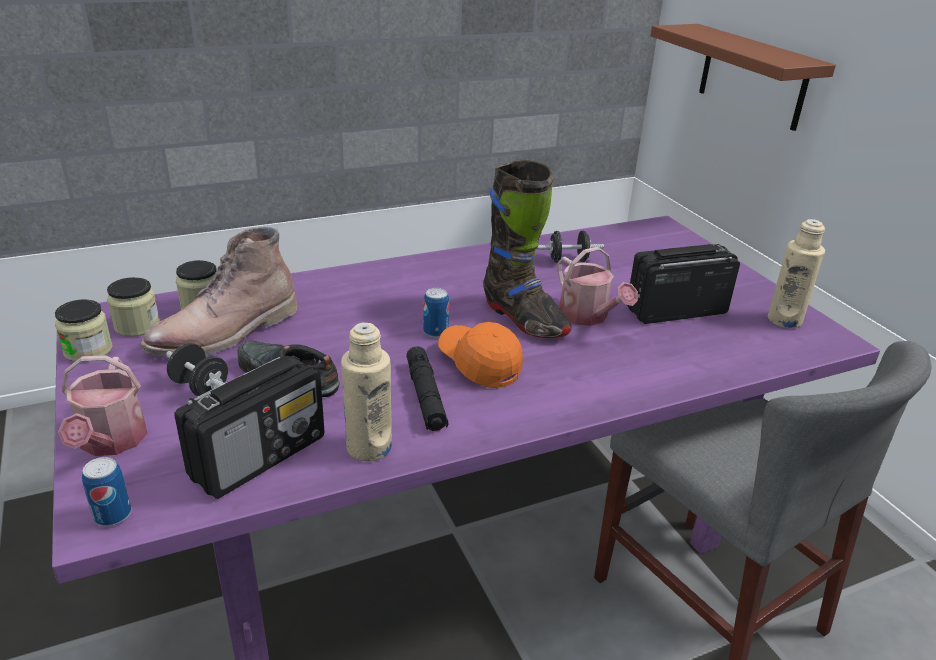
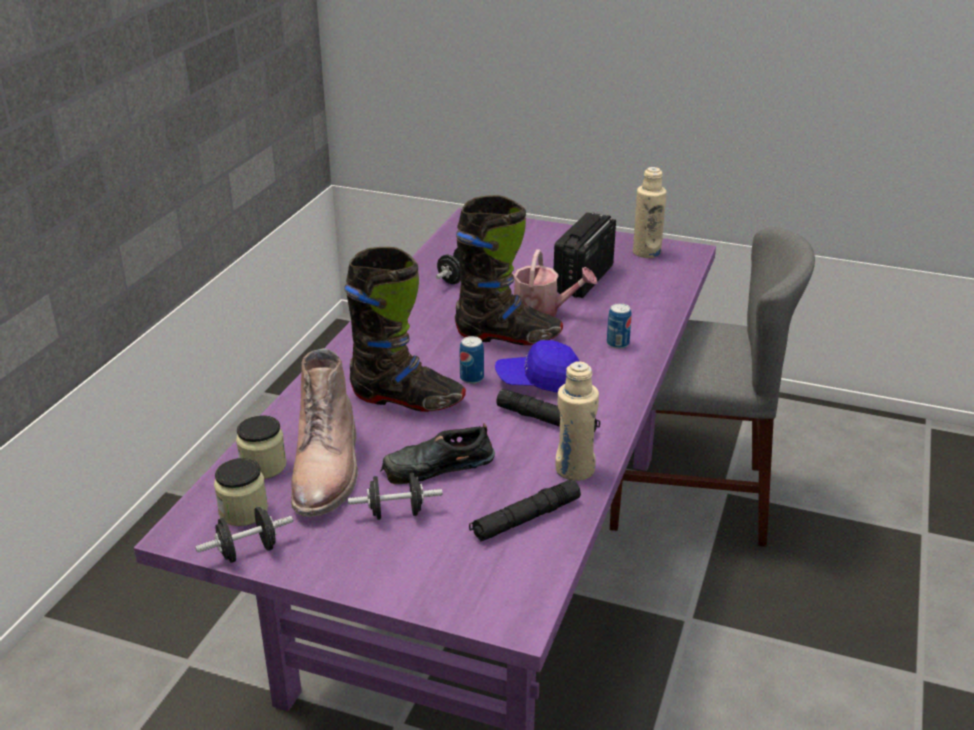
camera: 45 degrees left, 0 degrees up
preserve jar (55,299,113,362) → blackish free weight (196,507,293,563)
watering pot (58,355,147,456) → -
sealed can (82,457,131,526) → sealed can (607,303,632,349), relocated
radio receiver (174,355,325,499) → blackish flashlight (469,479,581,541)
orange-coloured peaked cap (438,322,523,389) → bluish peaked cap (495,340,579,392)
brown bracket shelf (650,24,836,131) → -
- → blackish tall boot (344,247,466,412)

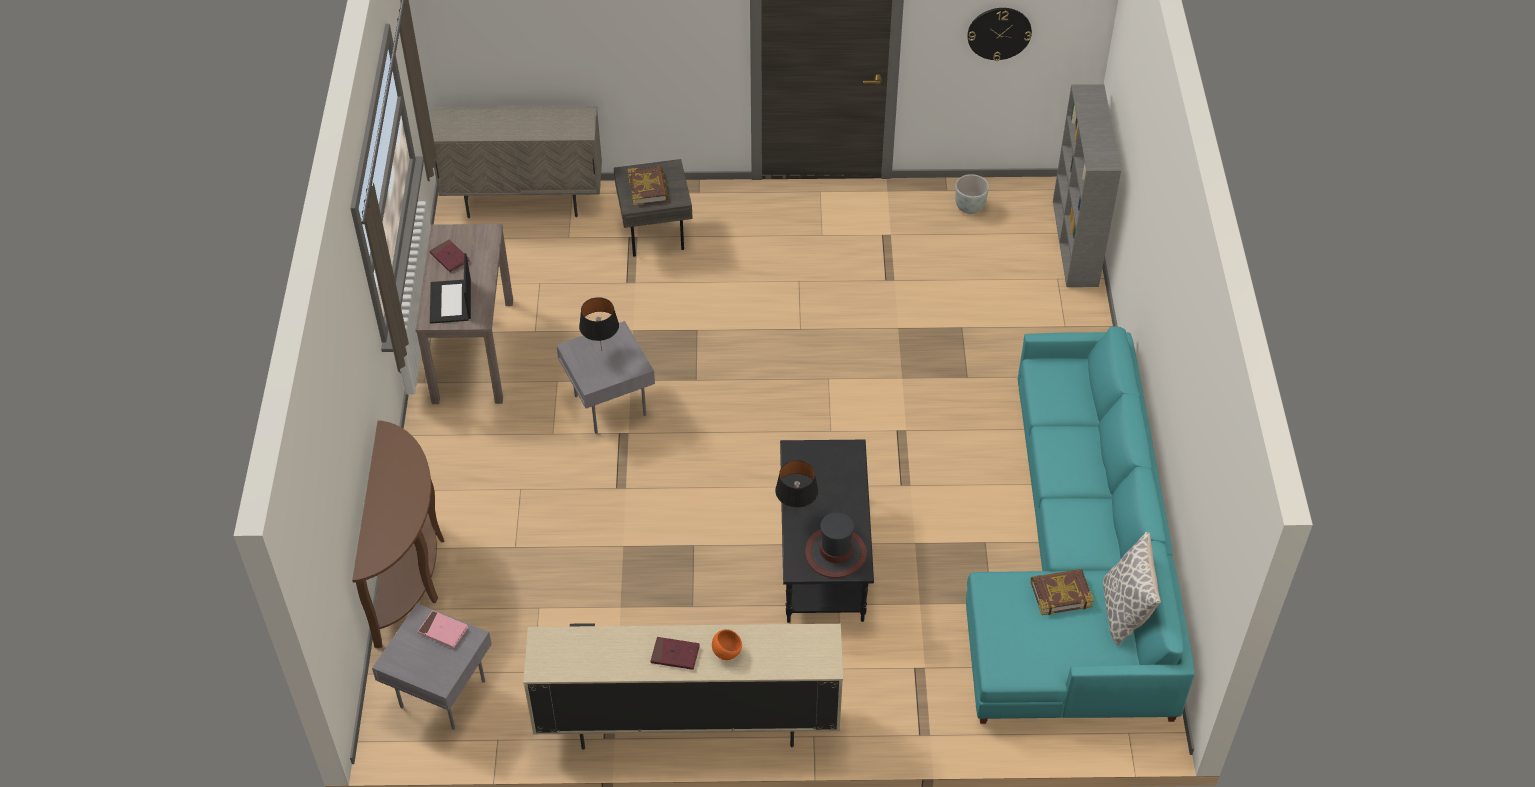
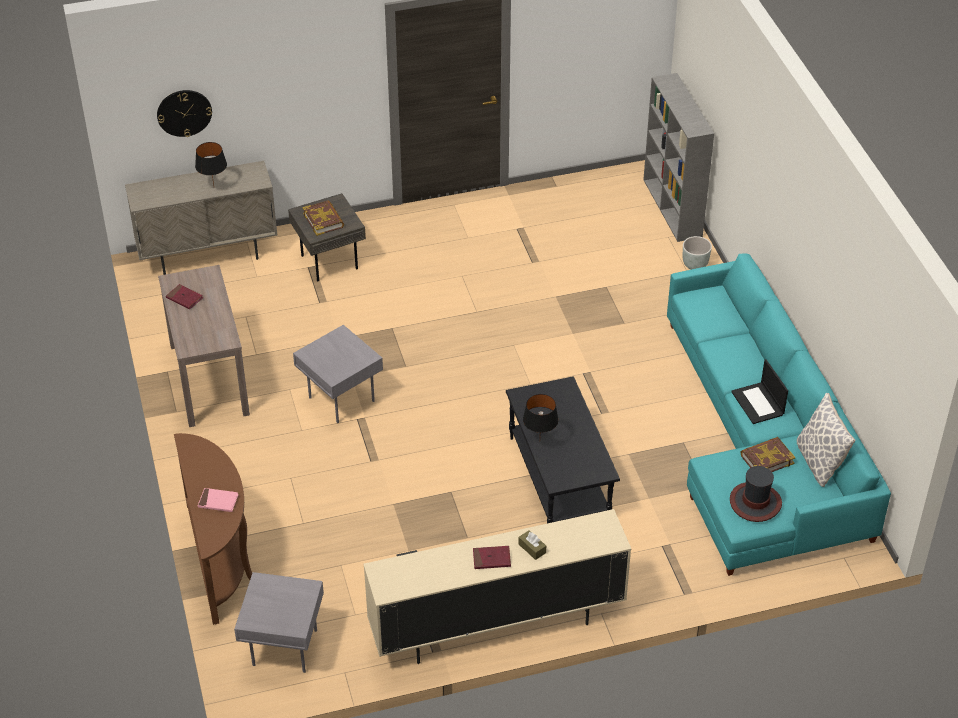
camera: 15 degrees left, 5 degrees down
pink book (418,610,468,648) → pink book (198,488,239,512), relocated
laptop (430,253,471,324) → laptop (731,359,788,424), relocated
blackish lamp for a table (579,297,619,350) → blackish lamp for a table (195,142,227,185), relocated
orange-coloured serving bowl (712,629,742,660) → brown box of tissues (518,530,546,560)
clothing hat (805,512,867,578) → clothing hat (730,466,782,522), relocated
grey planter (955,174,989,214) → grey planter (683,236,712,269), relocated
clock on the wall (967,8,1032,61) → clock on the wall (157,90,212,137), relocated

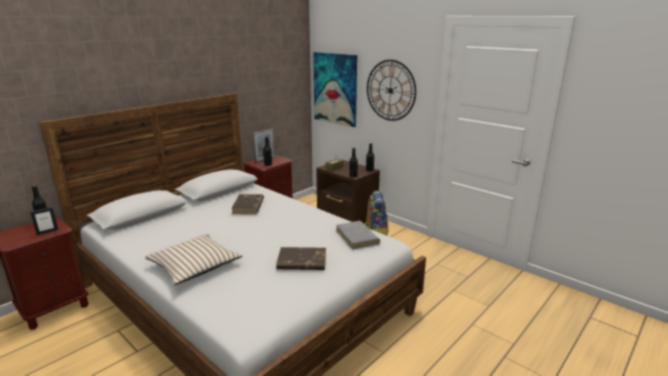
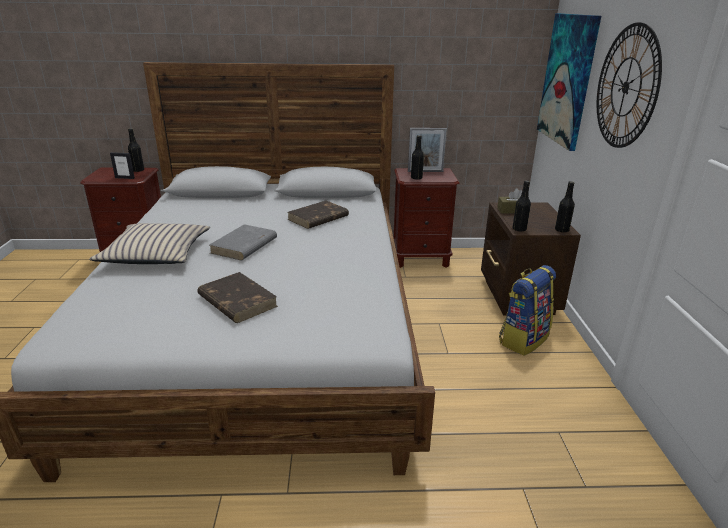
camera: 45 degrees right, 5 degrees up
grey book (336,221,380,250) → grey book (209,224,277,260), relocated

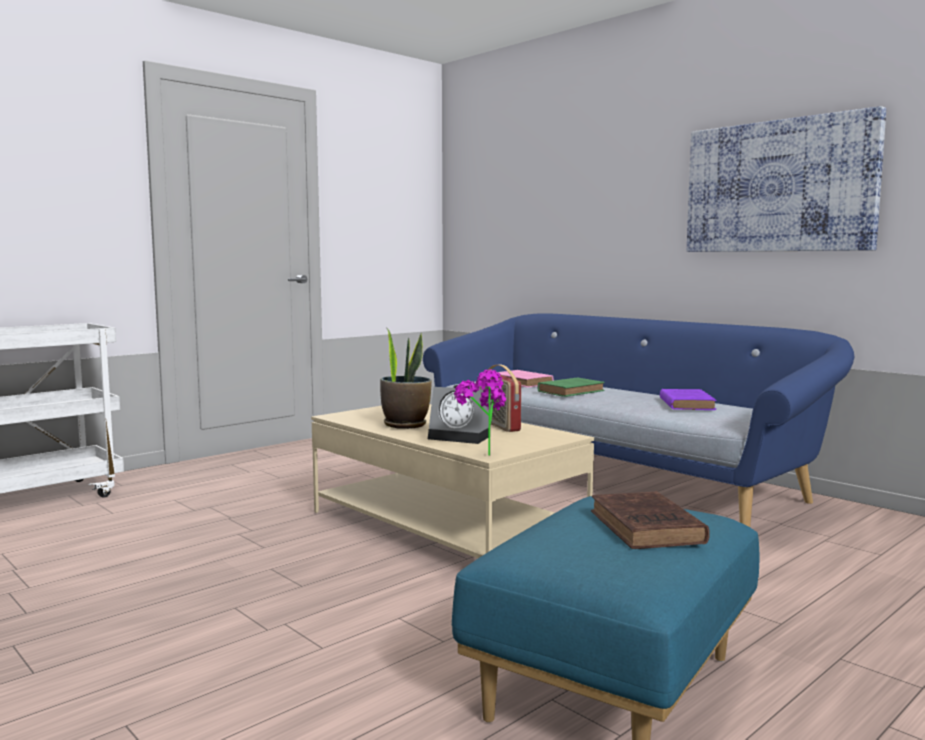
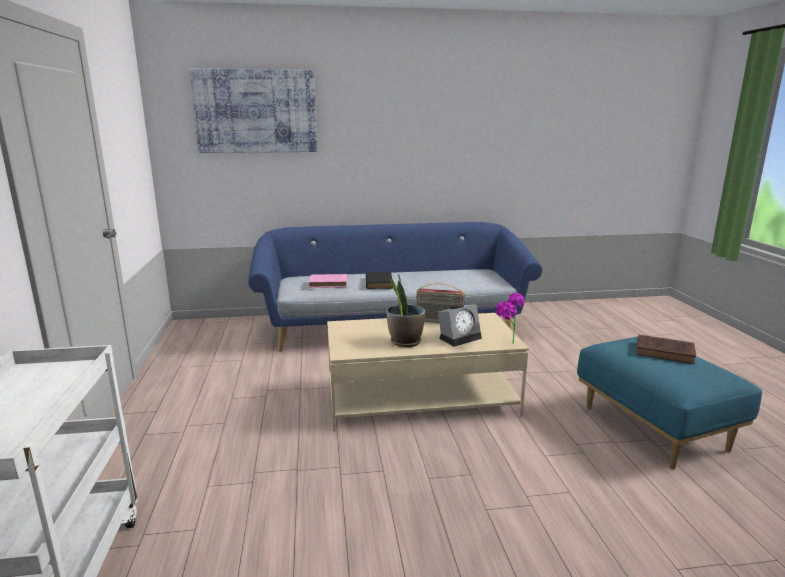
camera: 55 degrees left, 10 degrees up
green book (538,377,604,397) → blackish book (366,272,393,289)
purple-coloured book (660,389,716,410) → -
wall picture (687,106,886,252) → wall picture (190,69,317,153), relocated

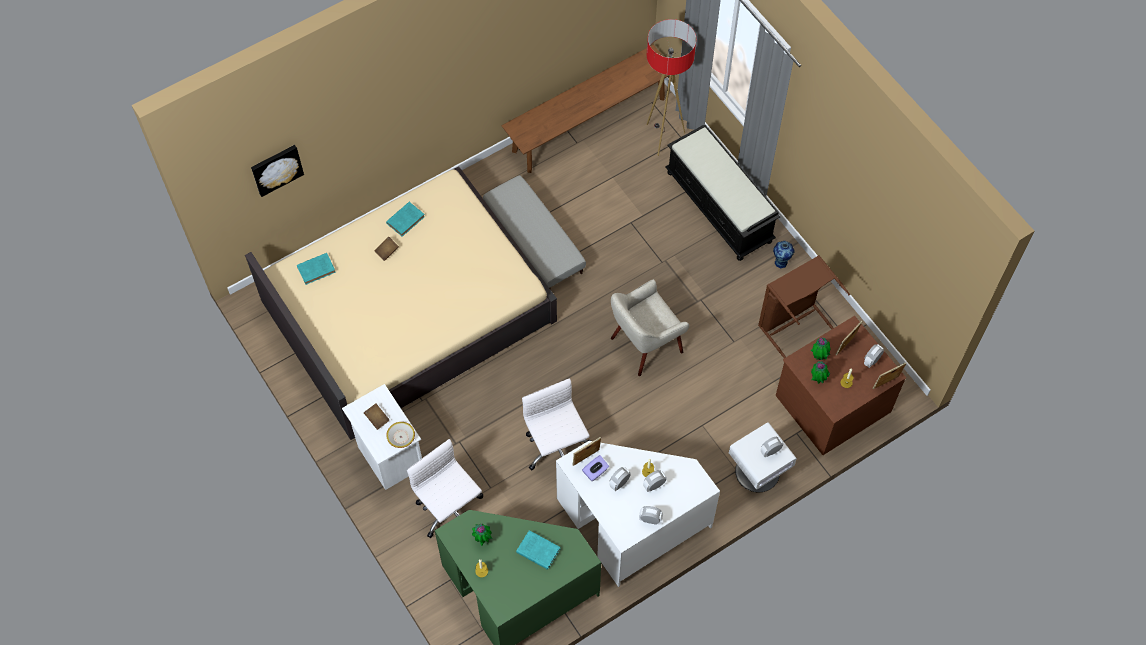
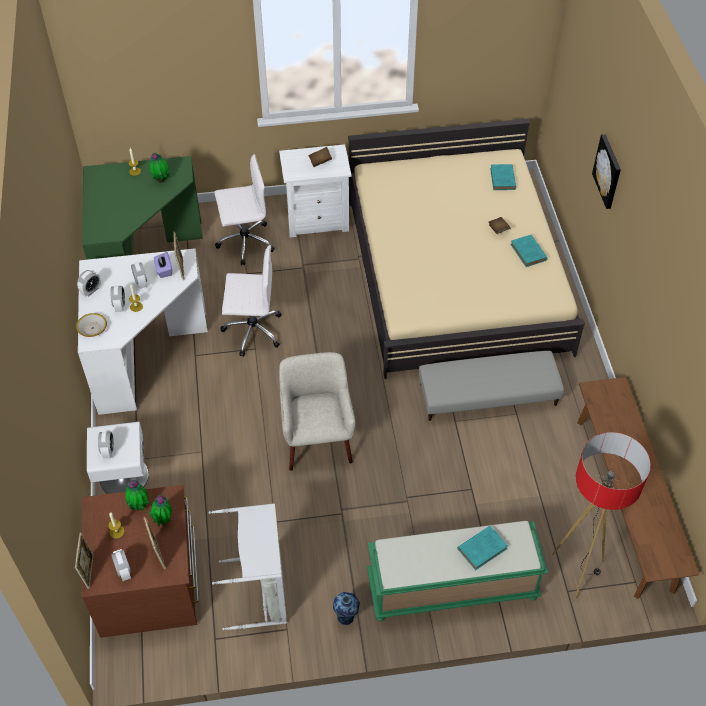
camera: 115 degrees right, 10 degrees down
wall picture (251,145,304,197) → wall picture (592,134,621,209), relocated
serving bowl (386,422,415,448) → serving bowl (76,313,107,337), relocated
turquoise book (516,530,560,570) → turquoise book (458,526,508,570), relocated
blackish indoor bench (666,125,780,261) → green indoor bench (367,521,548,621)
brown washing basket (758,255,850,358) → grey washing basket (208,503,287,630)

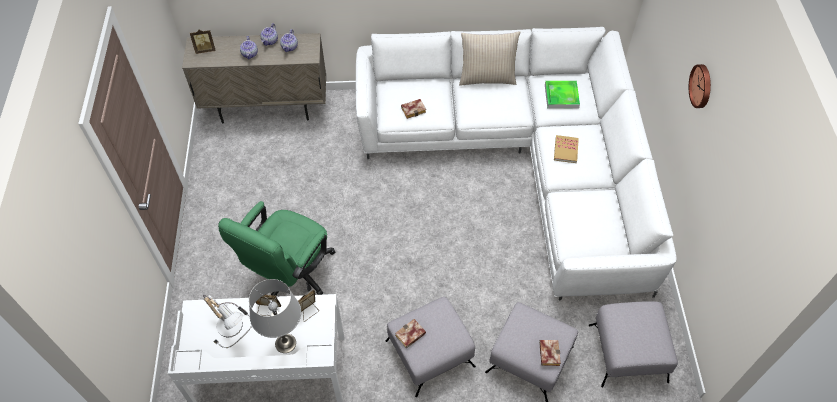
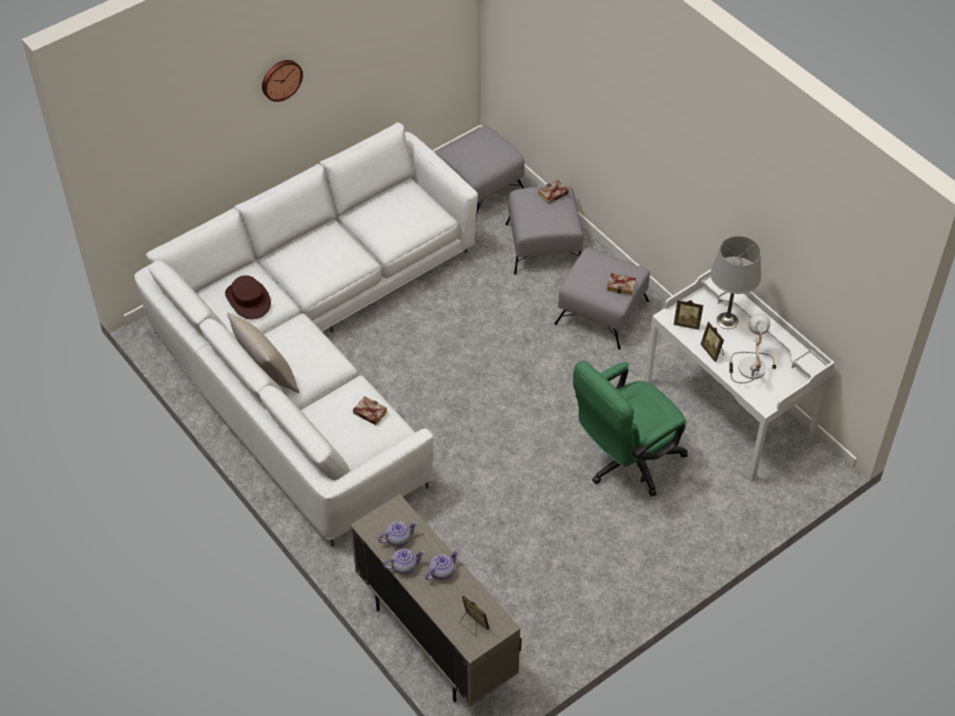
camera: 125 degrees left, 5 degrees down
green computer chair (218,201,336,296) → green computer chair (573,361,688,497), 150 degrees clockwise
carrying tray (545,81,580,109) → brown clothing hat (225,275,271,319)
book (554,135,579,163) → -

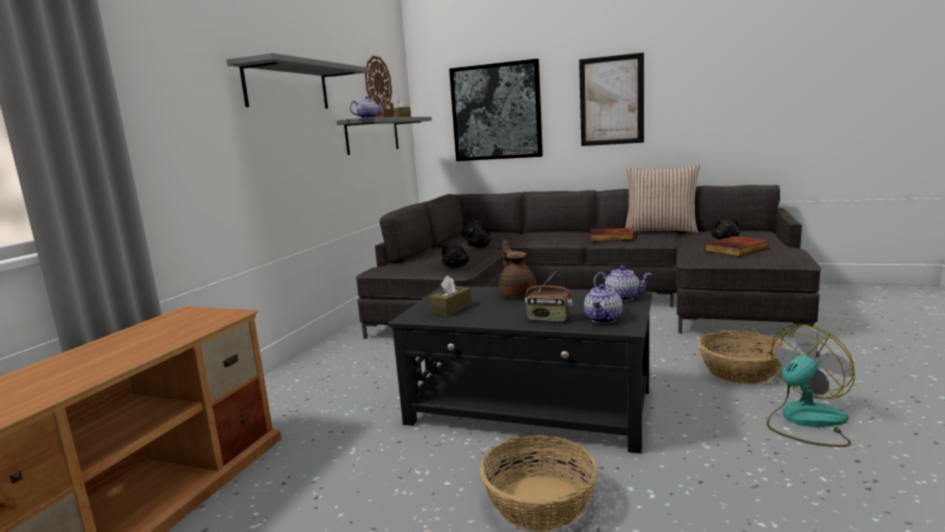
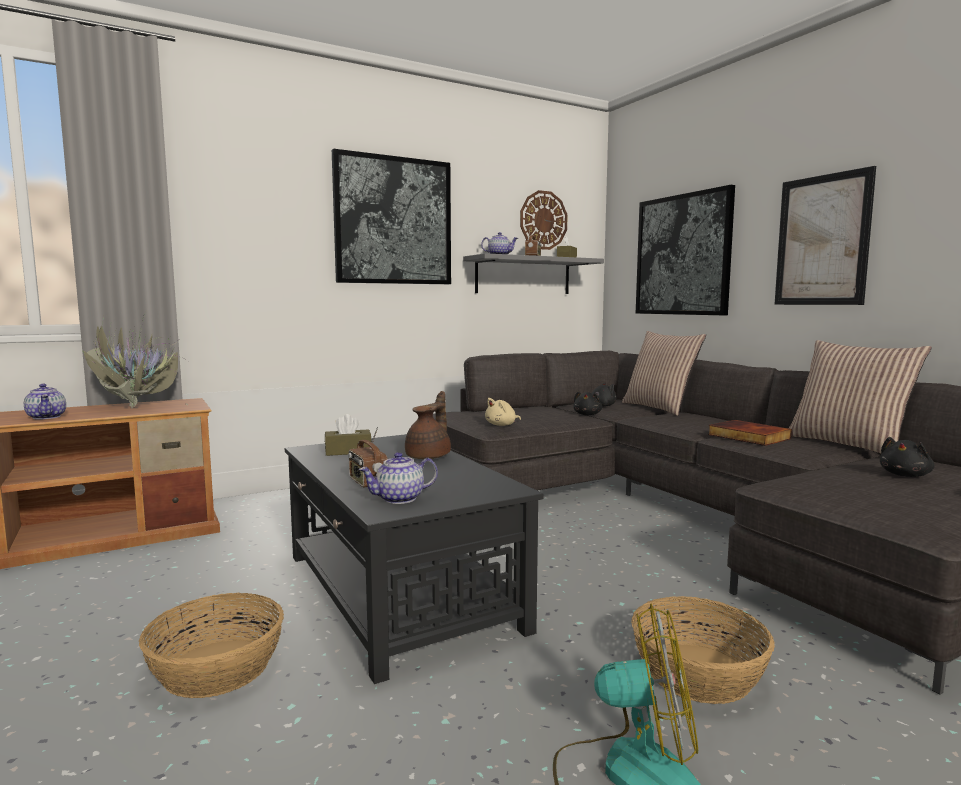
camera: 40 degrees right, 5 degrees down
grey bracket shelf (226,53,368,109) → wall picture (332,149,451,284)
blackish cuddly toy (442,245,470,267) → beige cuddly toy (485,398,521,426)
tea pot (593,266,652,301) → tea pot (24,384,66,419), relocated
book (704,236,769,257) → -
- → plant in a pot (83,309,188,408)
- → throw pillow (622,331,706,416)

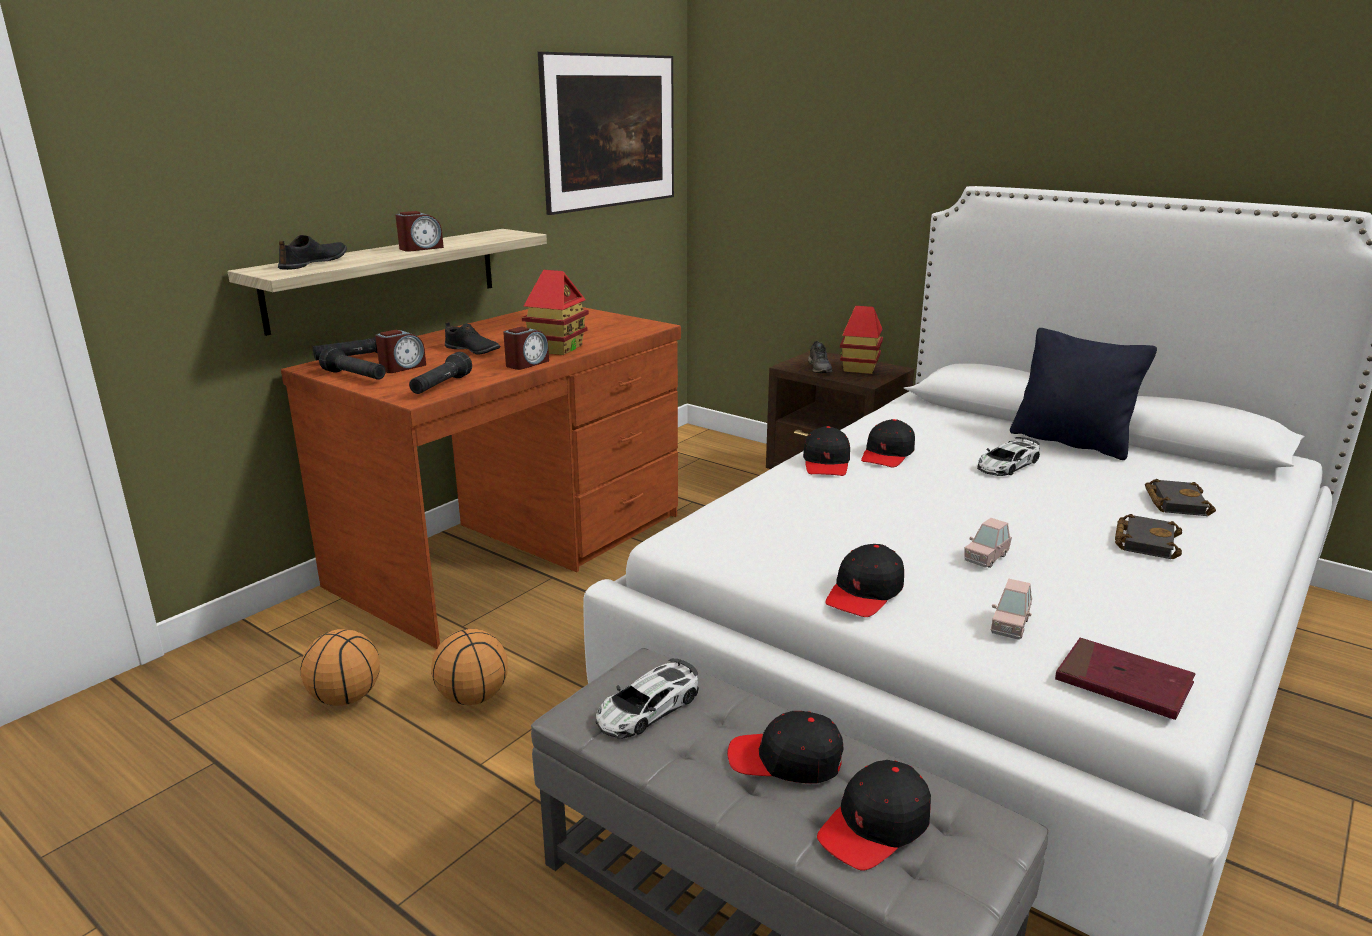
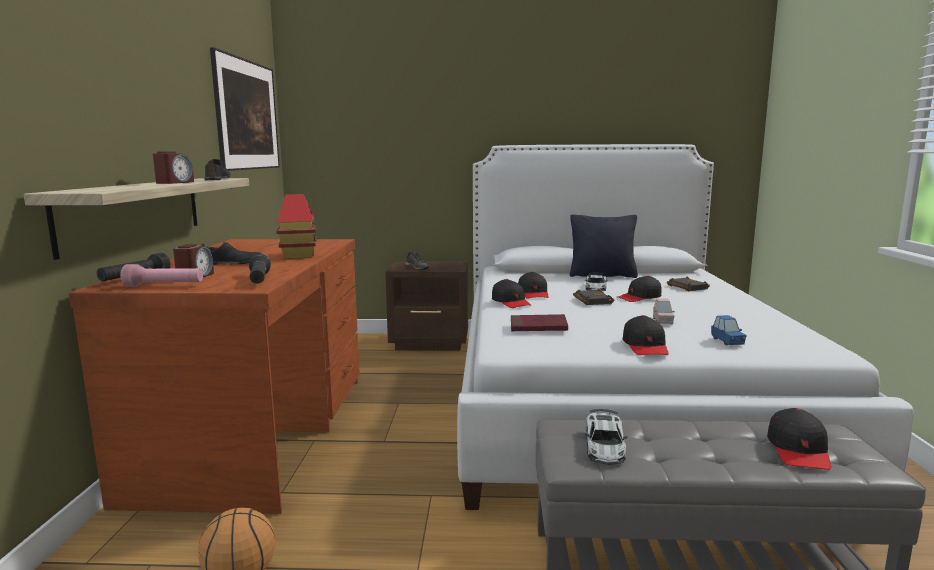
camera: 35 degrees left, 10 degrees down
blackish low shoe (278,235,347,270) → blackish low shoe (204,159,231,180), relocated
blackish flashlight (319,347,386,380) → pink flashlight (120,264,203,287)
basketball (431,629,508,705) → -
bedside clock (503,326,549,370) → -
blackish peaked cap (727,711,844,784) → blackish peaked cap (618,276,661,302), relocated
miniature house (840,306,883,374) → -
pink toy car (991,579,1032,640) → bluish toy car (711,315,747,345)
reddish book (1055,638,1195,720) → reddish book (511,314,568,331), relocated
blackish book (1115,514,1182,559) → blackish book (573,289,615,305), relocated

